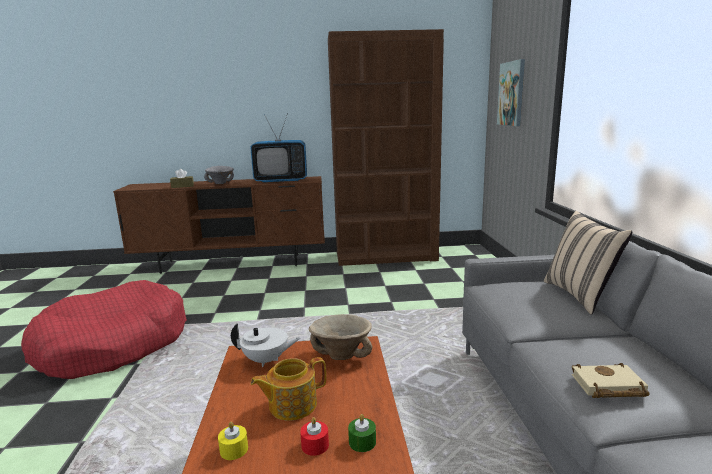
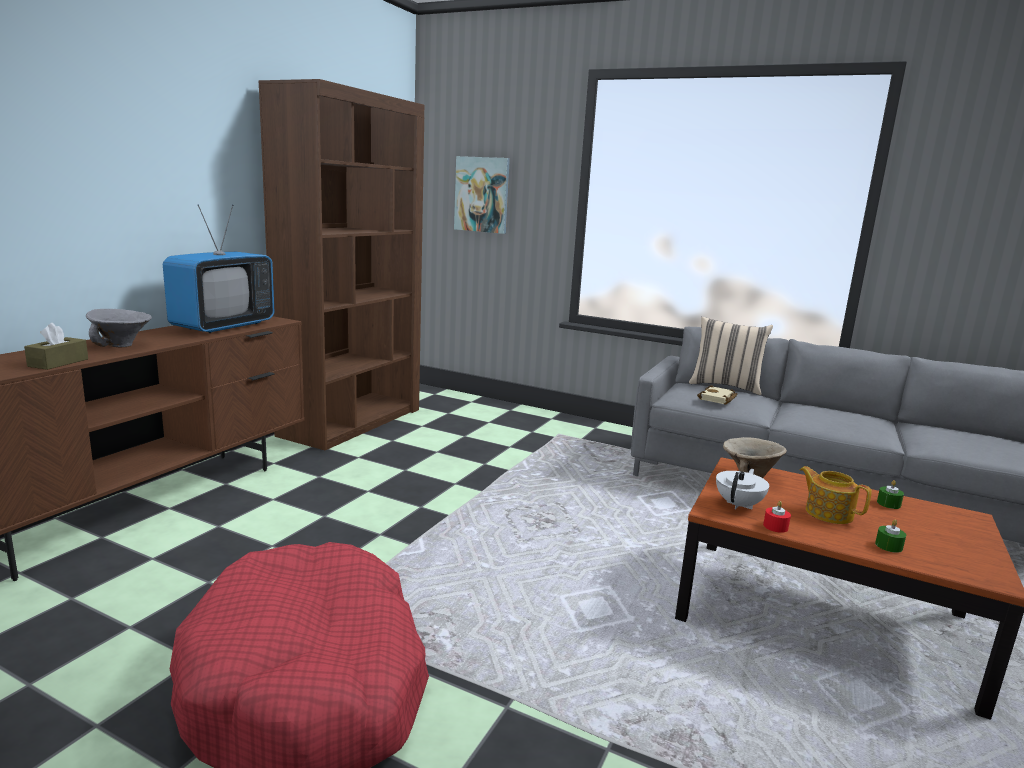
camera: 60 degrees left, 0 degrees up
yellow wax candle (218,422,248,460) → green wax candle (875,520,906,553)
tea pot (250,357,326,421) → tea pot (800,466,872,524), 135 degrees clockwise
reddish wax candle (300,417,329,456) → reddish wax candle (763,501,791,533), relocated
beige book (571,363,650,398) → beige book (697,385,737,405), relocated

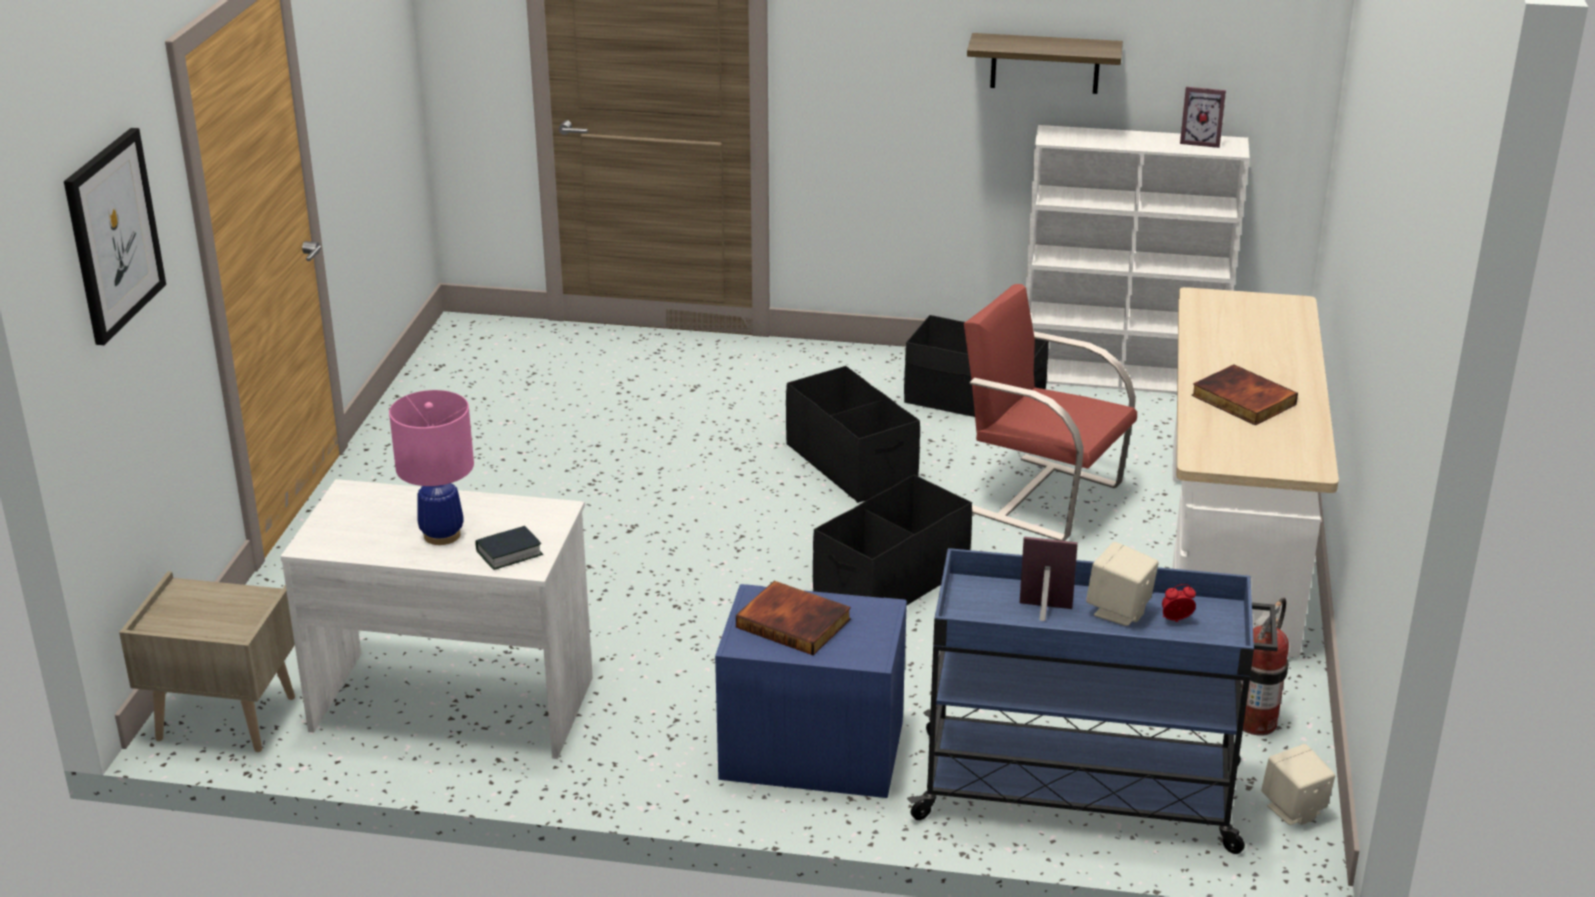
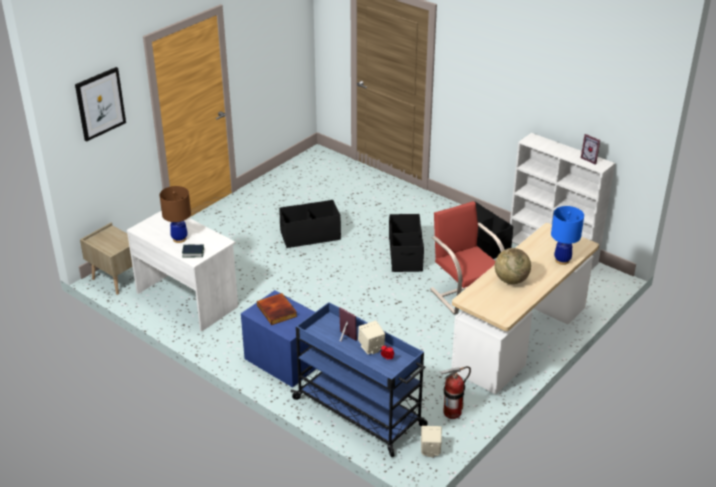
camera: 30 degrees right, 5 degrees up
pink lamp for a table (389,390,474,545) → brown lamp for a table (160,186,191,243)
blackish storage box (813,475,972,605) → blackish storage box (279,200,341,248), relocated
bracket shelf (967,33,1123,94) → -
book (1191,365,1298,426) → desk globe (495,248,531,284)
- → bluish lamp for a table (551,206,584,265)

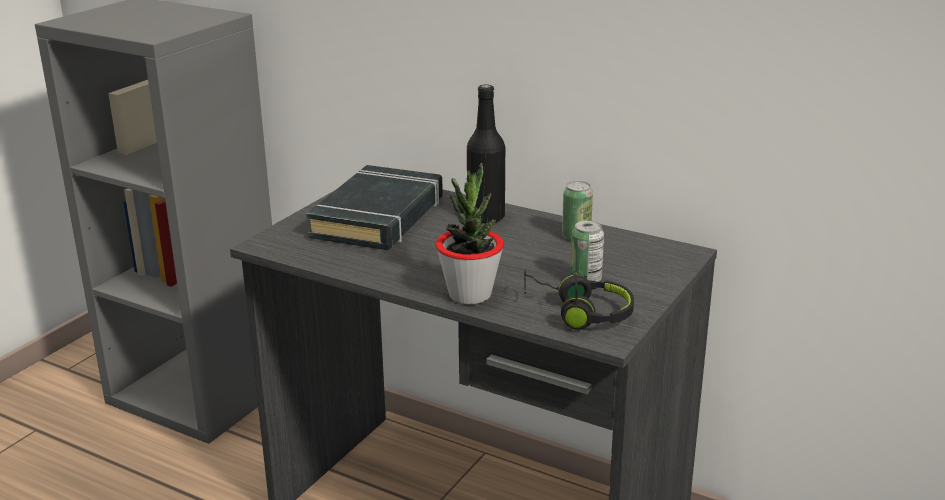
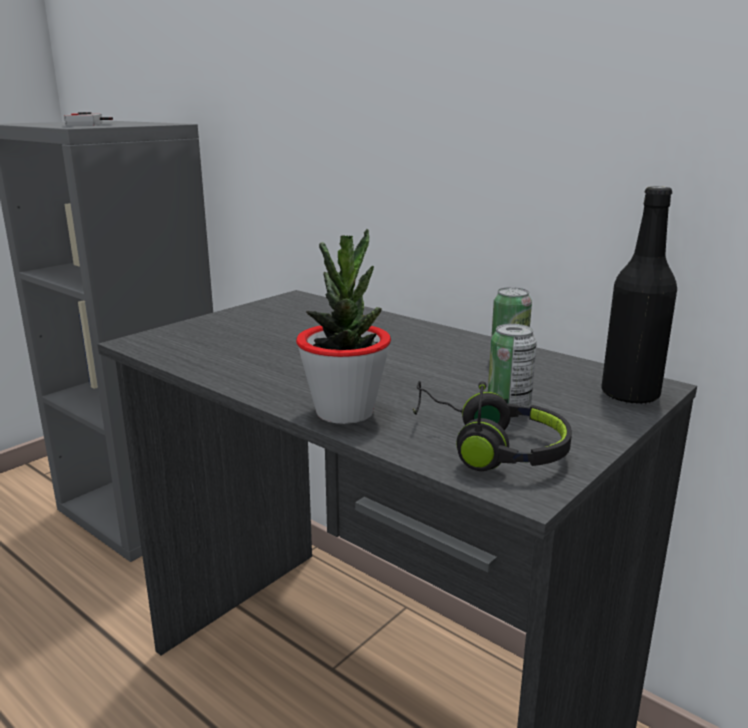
camera: 10 degrees right, 5 degrees down
blackish book (306,165,443,250) → -
blackish beverage bottle (467,84,505,224) → blackish beverage bottle (601,186,677,405), relocated
- → gamepad (64,112,113,126)

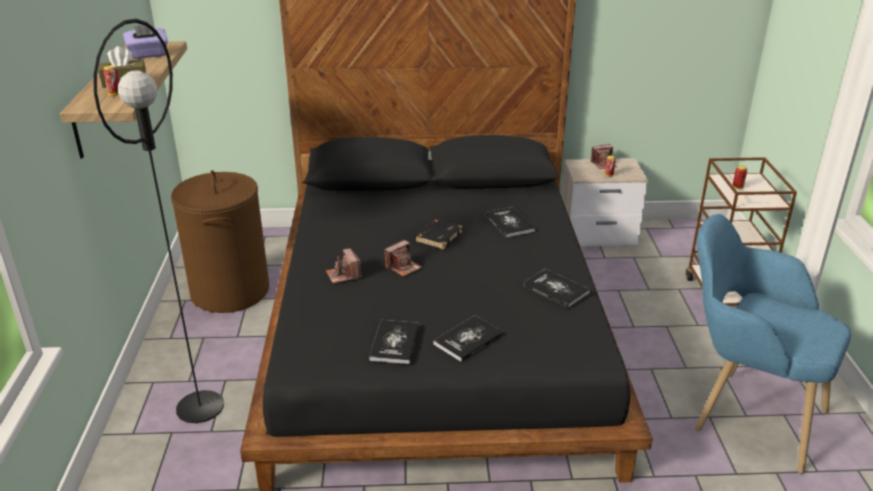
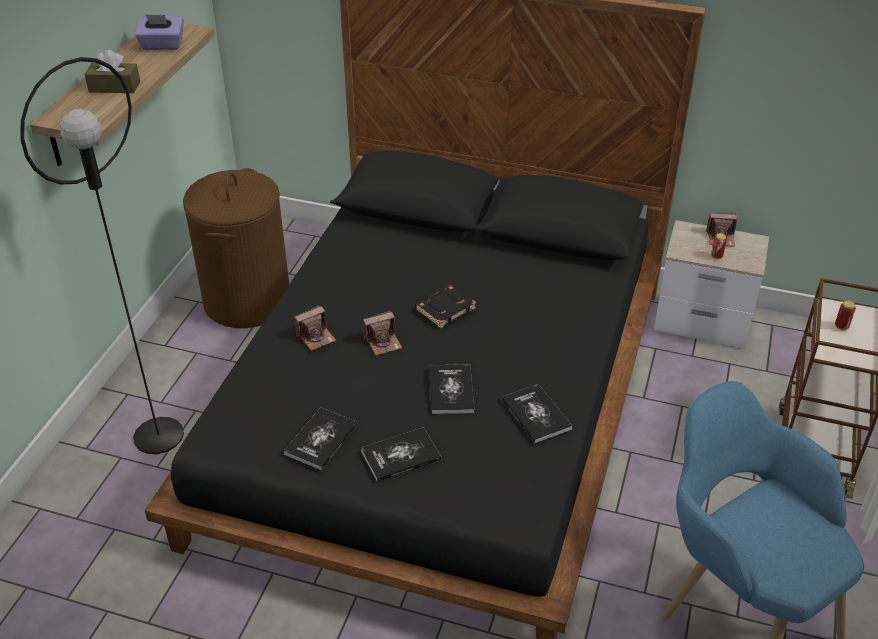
camera: 20 degrees right, 10 degrees up
sealed can (103,65,119,96) → -
still camera (326,248,362,284) → still camera (294,305,336,351), 120 degrees counterclockwise
book (485,207,535,238) → book (429,364,474,414), relocated

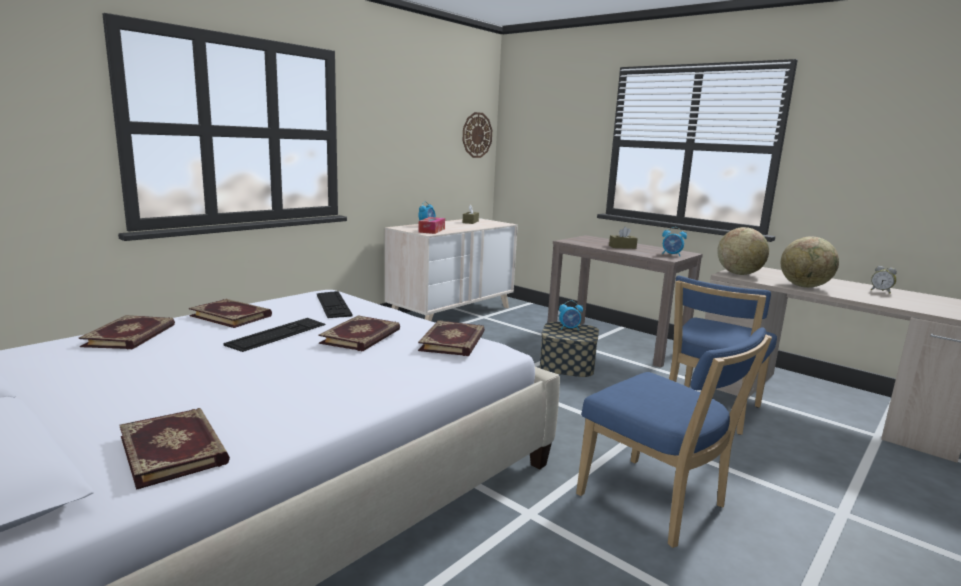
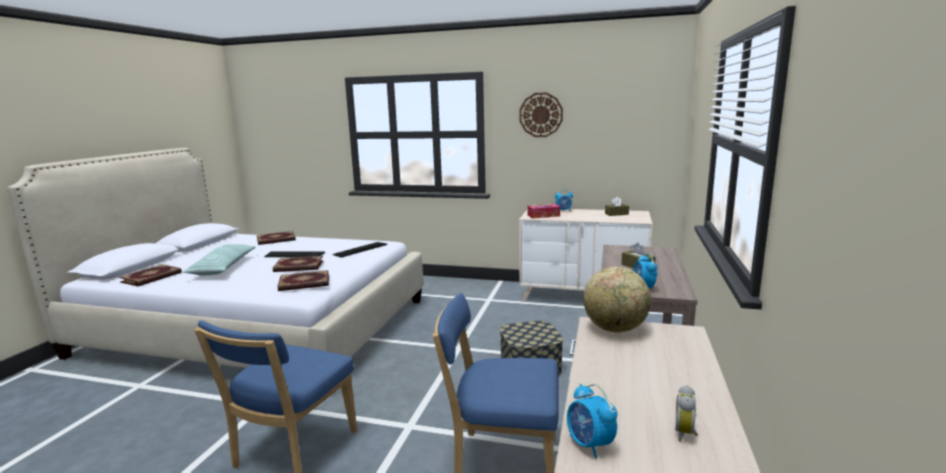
camera: 65 degrees right, 0 degrees up
book (189,299,272,328) → -
clock on the wall (463,112,492,158) → clock on the wall (519,93,563,137), relocated
bedside clock (559,300,583,330) → bedside clock (567,384,618,459), relocated
desk globe (781,237,839,288) → -
- → throw pillow (183,244,255,275)

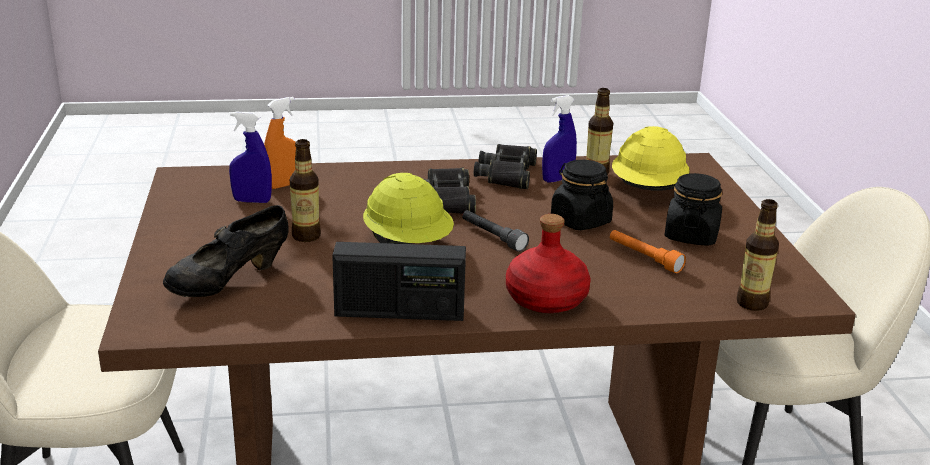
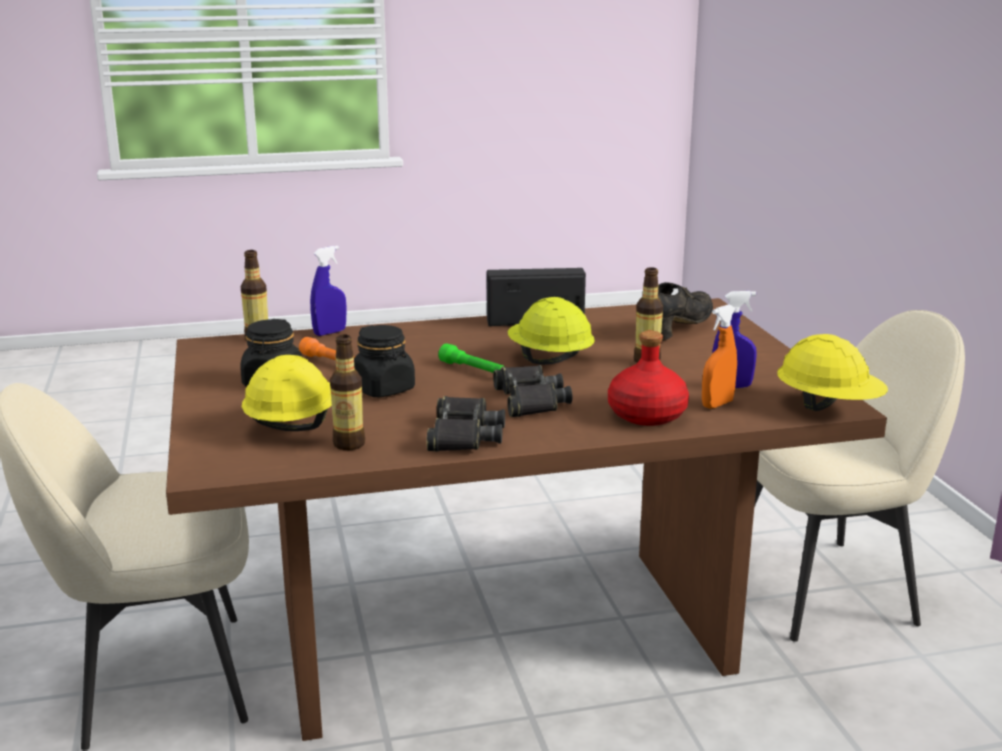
camera: 175 degrees right, 5 degrees down
grey flashlight (462,210,529,252) → green flashlight (438,343,505,373)
reddish beverage bottle (506,214,591,313) → reddish beverage bottle (608,331,689,426), relocated
bluish sprayer (542,95,577,183) → bluish sprayer (310,246,347,336), relocated
- → yellow work helmet (777,334,888,411)

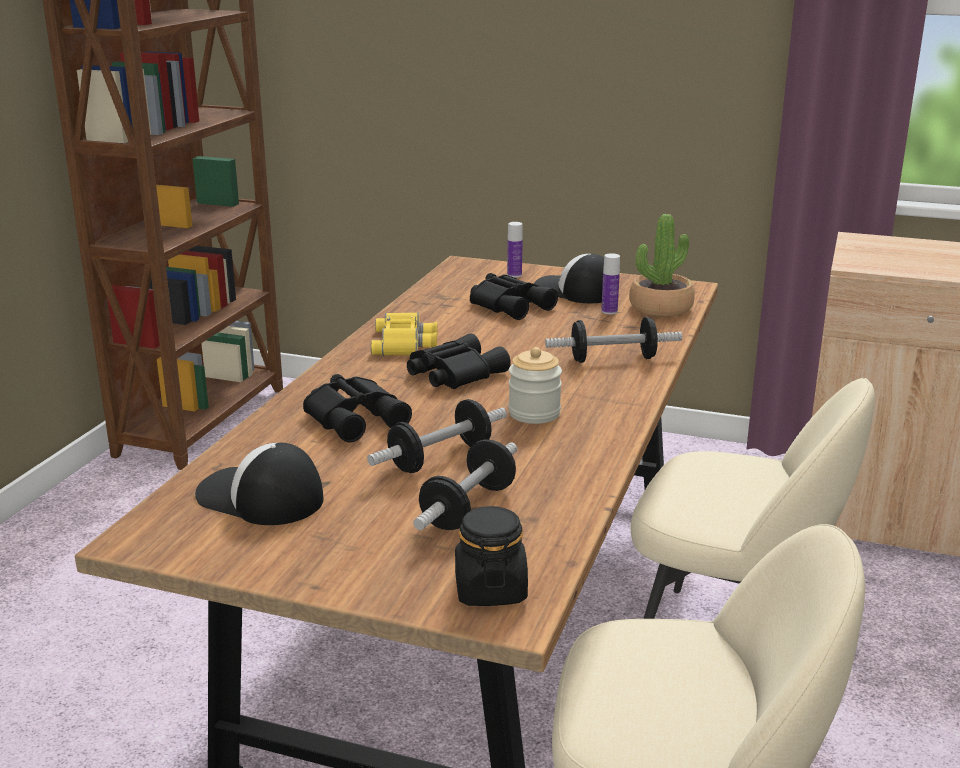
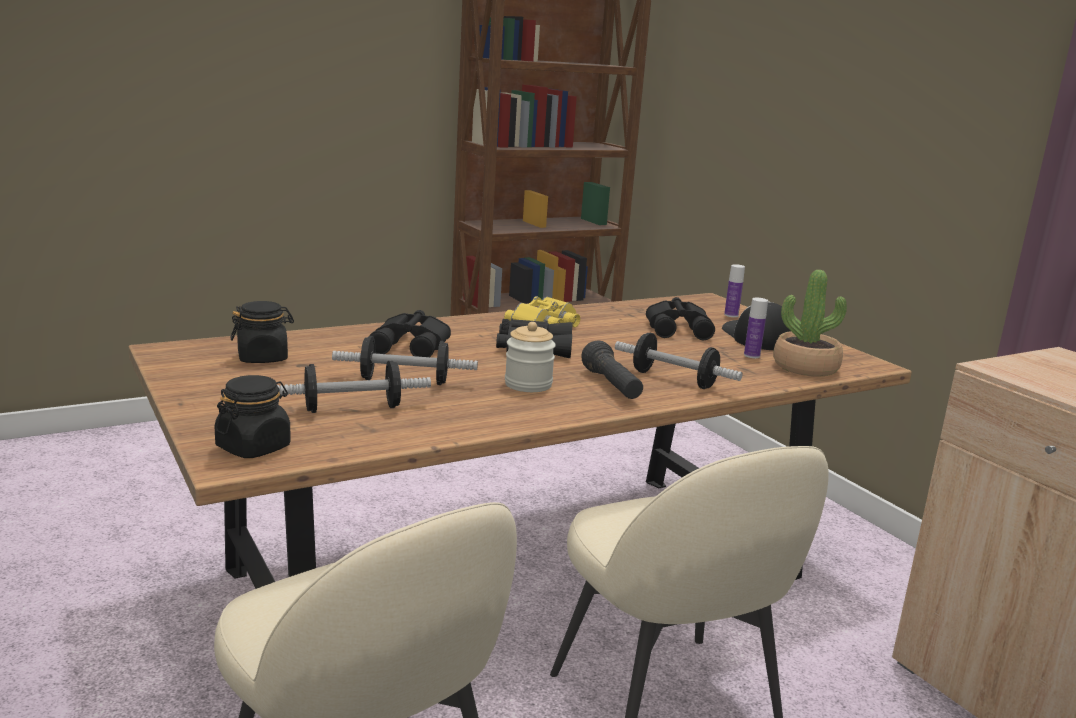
camera: 40 degrees right, 5 degrees down
peaked cap (195,443,324,525) → blackish preserve jar (231,301,294,363)
- → blackish flashlight (581,340,643,399)

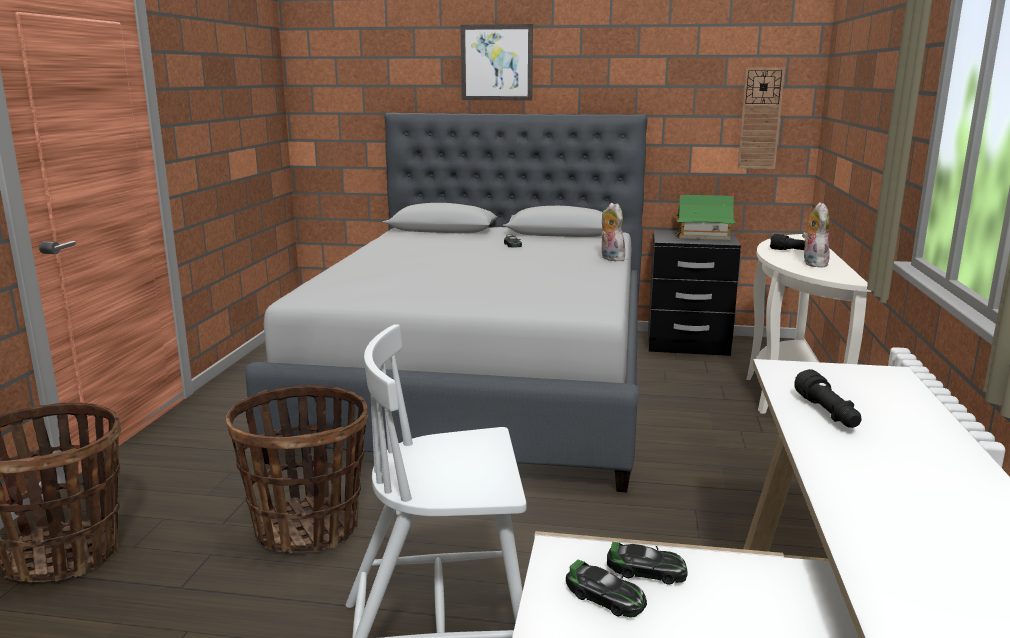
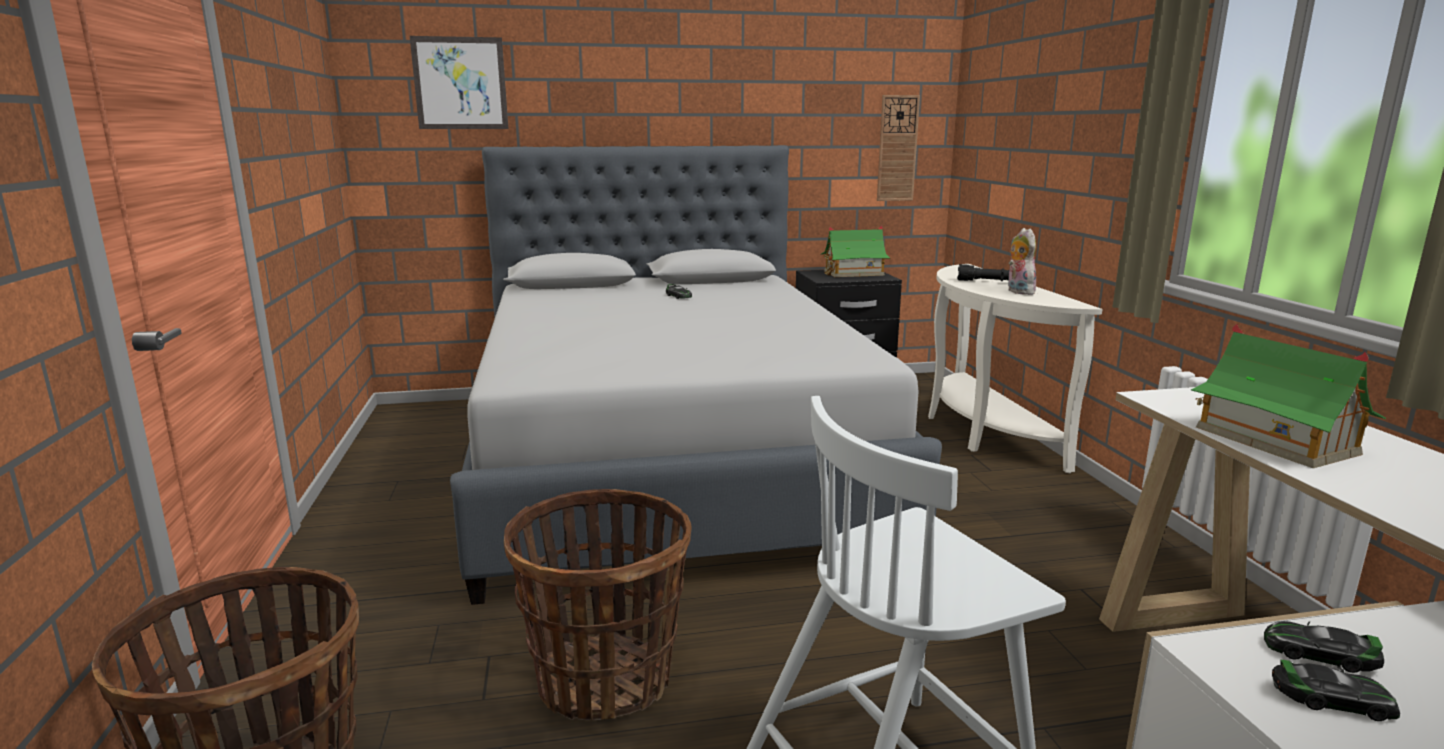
camera: 20 degrees left, 0 degrees up
wall picture (461,24,533,101) → wall picture (410,36,509,129), relocated
cuddly toy (601,203,625,261) → -
toy car (607,542,688,584) → toy car (1264,621,1384,673), 150 degrees counterclockwise
blackish flashlight (794,369,862,428) → miniature house (1191,324,1386,468)

